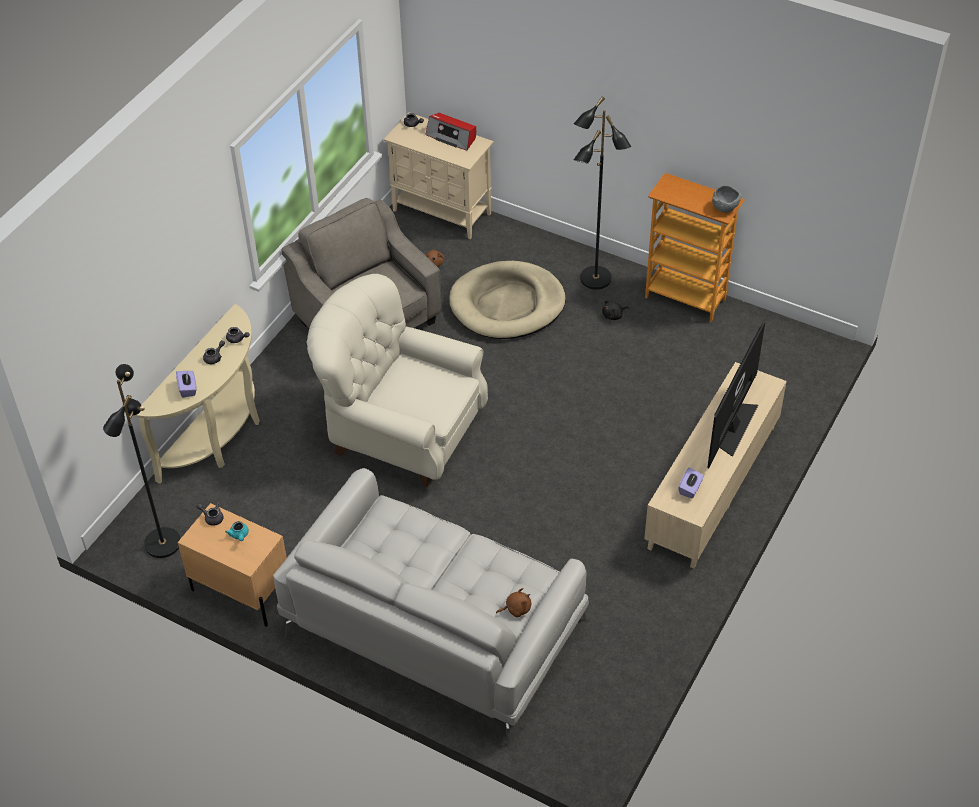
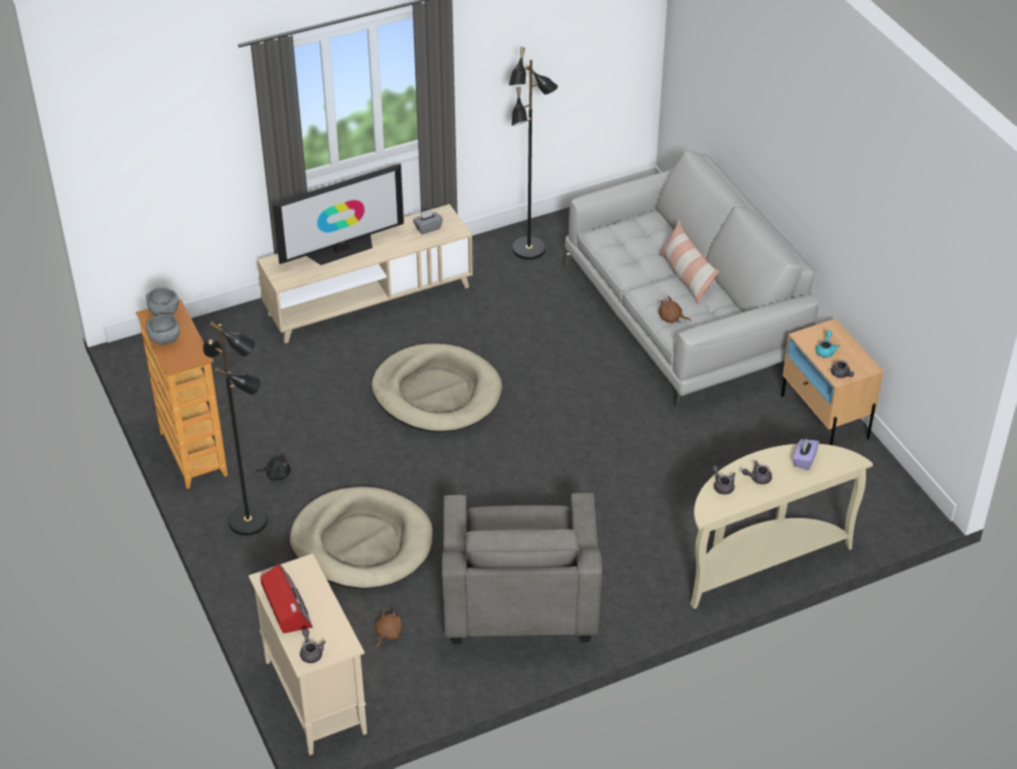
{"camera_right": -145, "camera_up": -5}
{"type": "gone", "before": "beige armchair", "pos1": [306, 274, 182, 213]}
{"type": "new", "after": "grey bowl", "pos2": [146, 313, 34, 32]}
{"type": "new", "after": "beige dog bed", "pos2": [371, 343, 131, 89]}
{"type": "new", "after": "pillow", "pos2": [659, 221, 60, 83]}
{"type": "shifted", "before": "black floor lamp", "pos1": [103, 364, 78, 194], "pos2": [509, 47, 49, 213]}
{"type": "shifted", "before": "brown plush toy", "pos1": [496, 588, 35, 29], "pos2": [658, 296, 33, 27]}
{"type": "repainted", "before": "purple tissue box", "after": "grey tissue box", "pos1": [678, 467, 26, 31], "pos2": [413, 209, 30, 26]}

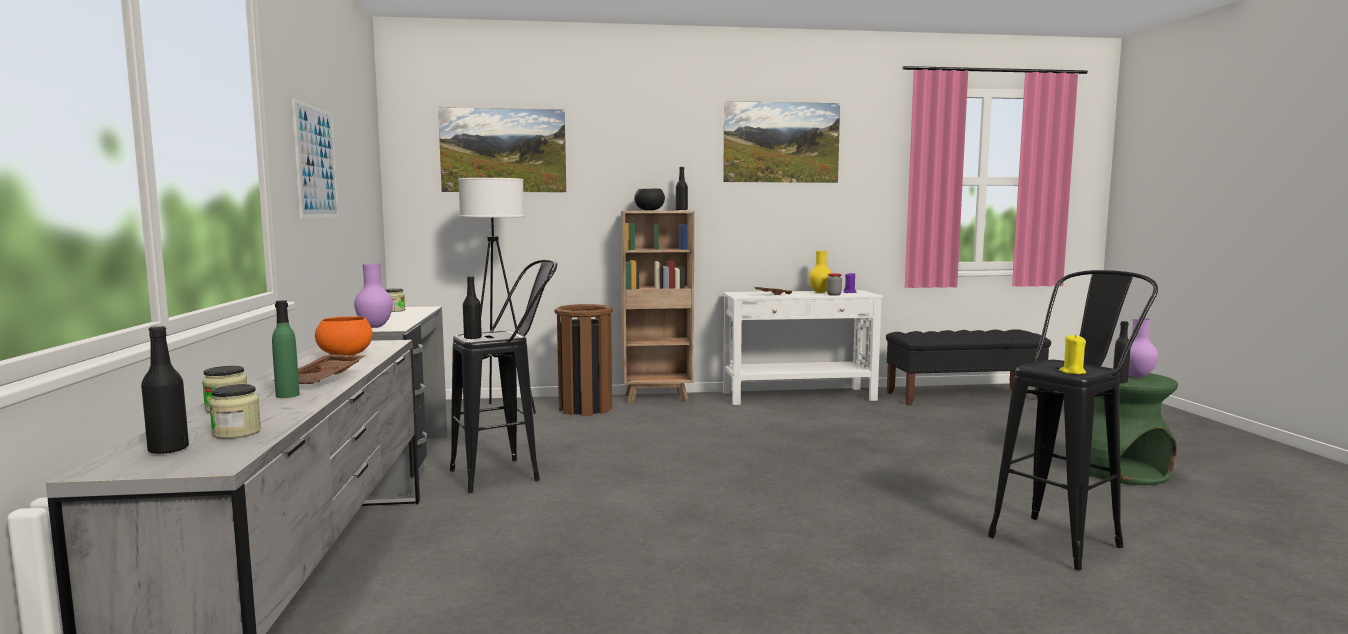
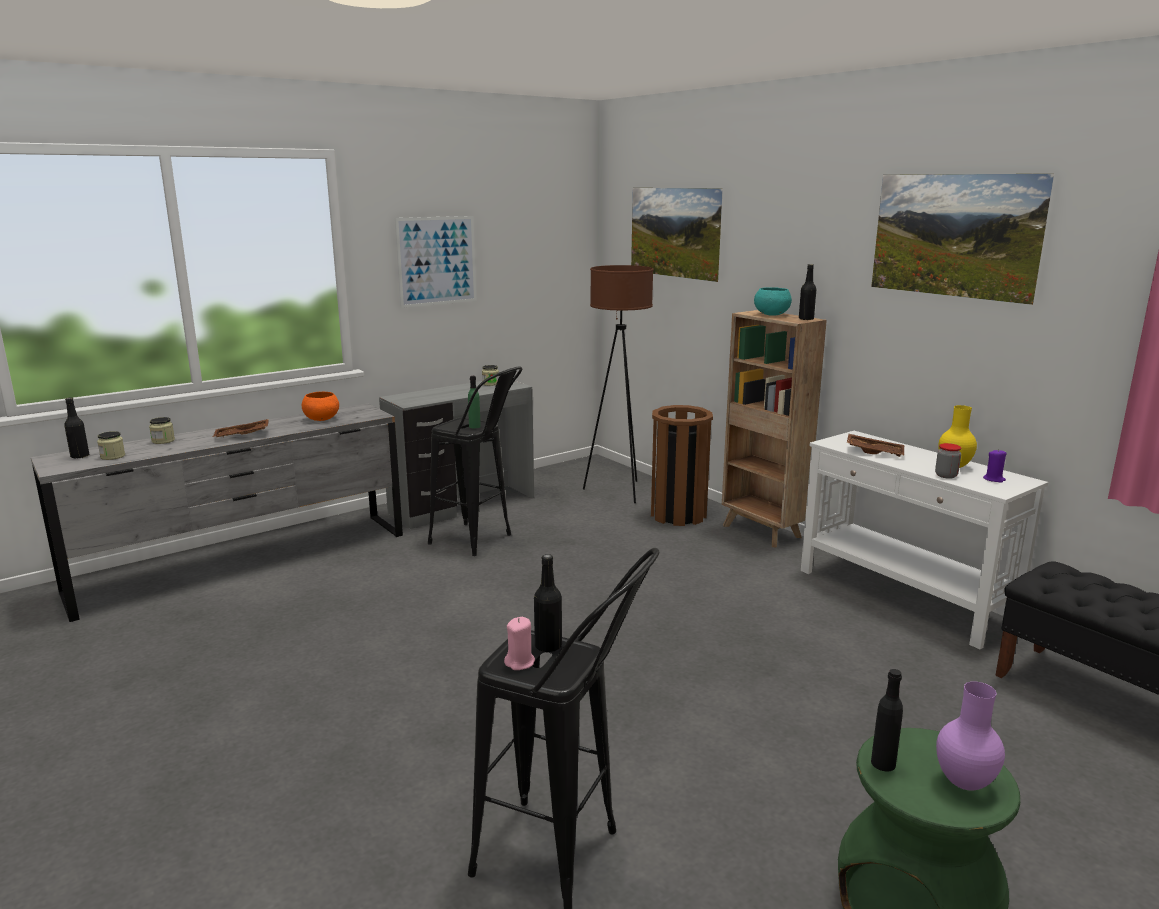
{"camera_right": 60, "camera_up": 10}
{"type": "gone", "before": "purple vase", "pos1": [354, 264, 39, 64]}
{"type": "shifted", "before": "green bottle", "pos1": [272, 300, 28, 98], "pos2": [468, 376, 13, 52]}
{"type": "shifted", "before": "black bottle", "pos1": [463, 276, 19, 63], "pos2": [534, 554, 28, 98]}
{"type": "repainted", "before": "white floor lamp", "after": "brown floor lamp", "pos1": [458, 178, 78, 236], "pos2": [583, 265, 71, 238]}
{"type": "repainted", "before": "black bowl", "after": "turquoise bowl", "pos1": [634, 189, 31, 22], "pos2": [754, 287, 38, 29]}
{"type": "repainted", "before": "yellow candle", "after": "pink candle", "pos1": [1059, 334, 27, 40], "pos2": [504, 617, 31, 53]}

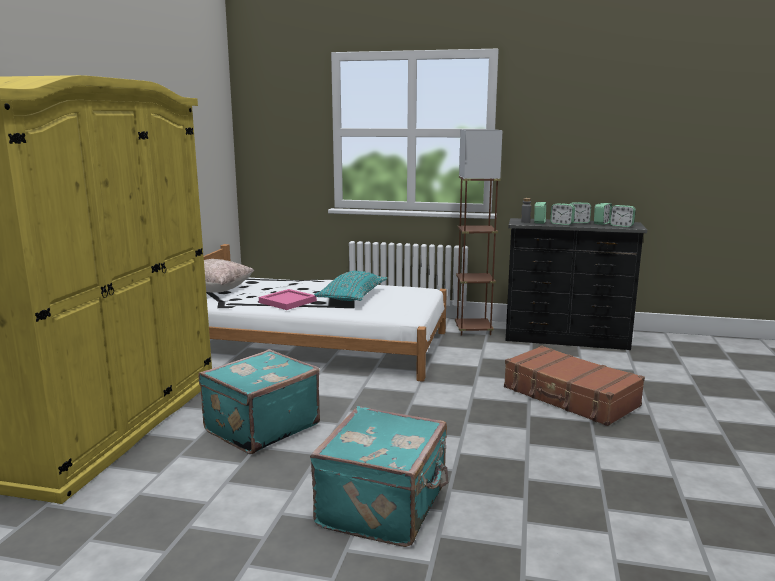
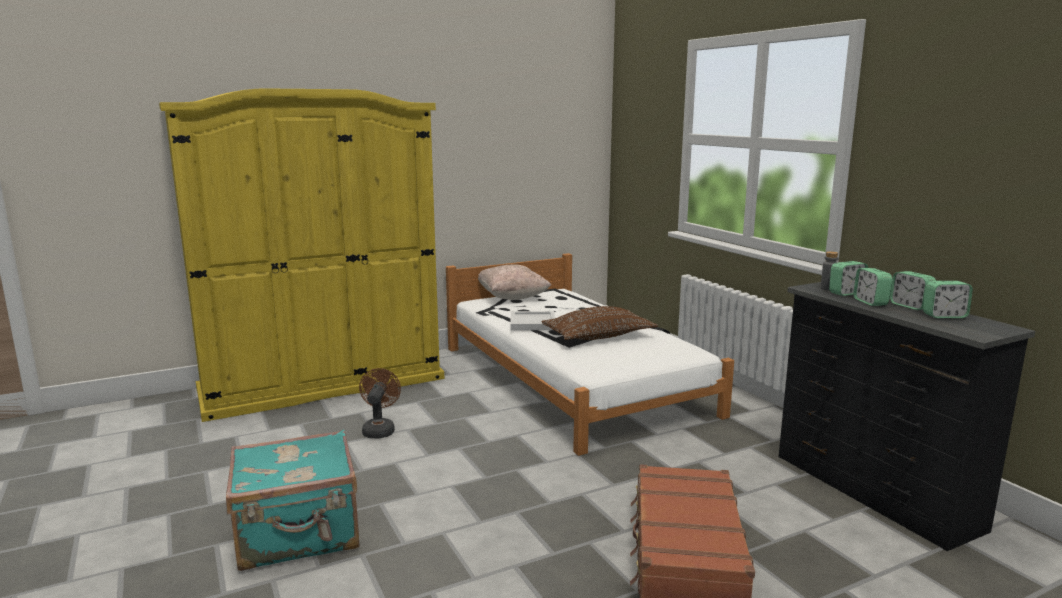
{"camera_right": 50, "camera_up": 0}
{"type": "gone", "before": "brown floor lamp", "pos1": [455, 130, 48, 206]}
{"type": "gone", "before": "alarm clock", "pos1": [610, 205, 26, 22]}
{"type": "swapped", "before": "turquoise suitcase", "after": "brown fan", "pos1": [198, 349, 122, 105], "pos2": [359, 368, 42, 70]}
{"type": "repainted", "before": "pink tray", "after": "white tray", "pos1": [259, 289, 58, 21], "pos2": [510, 311, 45, 20]}
{"type": "repainted", "before": "turquoise pillow", "after": "brown pillow", "pos1": [314, 271, 73, 30], "pos2": [541, 306, 117, 34]}

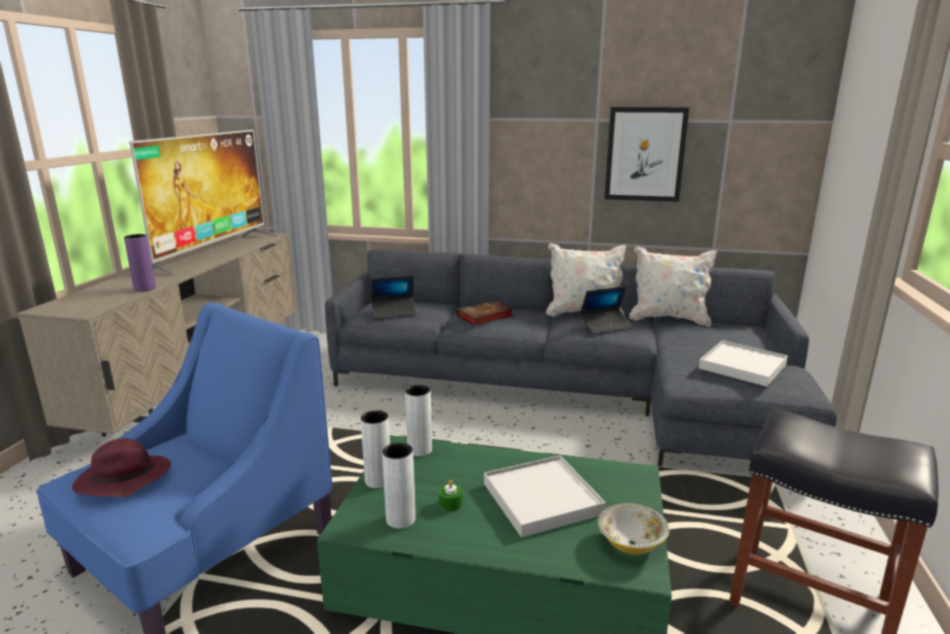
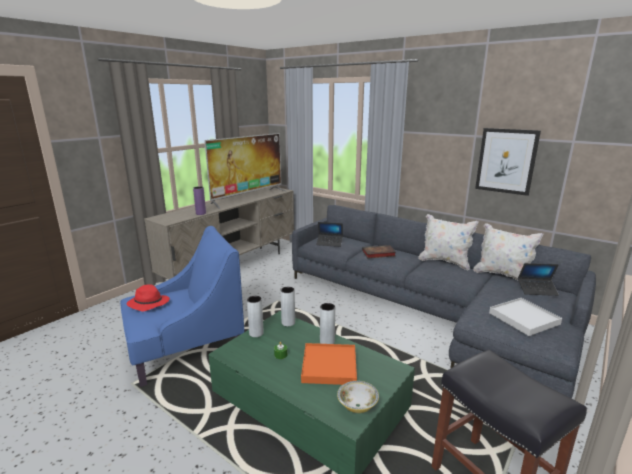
{"camera_right": 25, "camera_up": 0}
{"type": "shifted", "before": "grey vase", "pos1": [382, 443, 34, 86], "pos2": [320, 303, 15, 41]}
{"type": "shifted", "before": "laptop", "pos1": [580, 286, 53, 48], "pos2": [518, 263, 41, 33]}
{"type": "repainted", "before": "purple hat", "after": "red hat", "pos1": [72, 438, 99, 59], "pos2": [127, 284, 43, 27]}
{"type": "repainted", "before": "white tray", "after": "orange tray", "pos1": [484, 455, 122, 82], "pos2": [301, 343, 56, 42]}

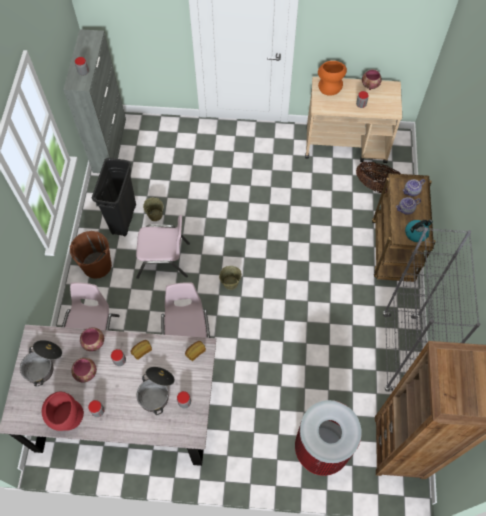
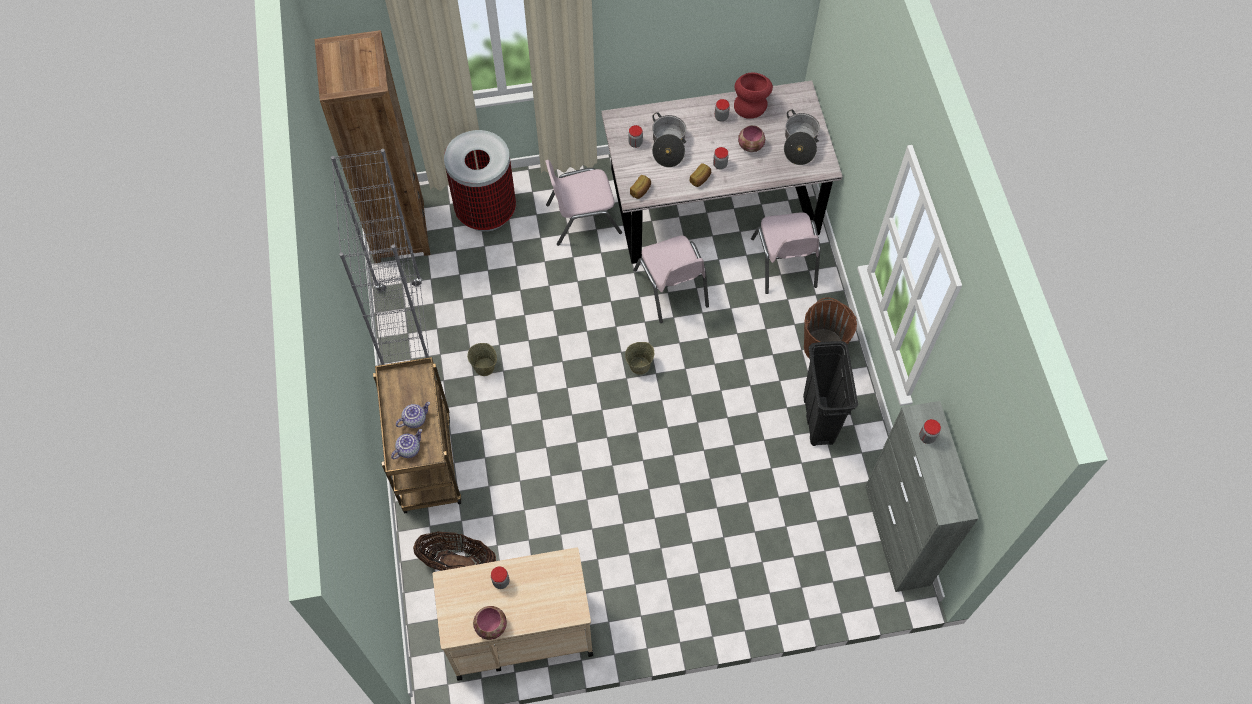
{"camera_right": 165, "camera_up": 0}
{"type": "gone", "before": "bowl", "pos1": [80, 327, 24, 24]}
{"type": "gone", "before": "orange vase", "pos1": [318, 61, 29, 35]}
{"type": "gone", "before": "kettle", "pos1": [405, 219, 28, 23]}
{"type": "shifted", "before": "pink chair", "pos1": [136, 215, 54, 64], "pos2": [545, 160, 77, 86]}
{"type": "shifted", "before": "beige bucket", "pos1": [143, 198, 21, 23], "pos2": [467, 343, 30, 33]}

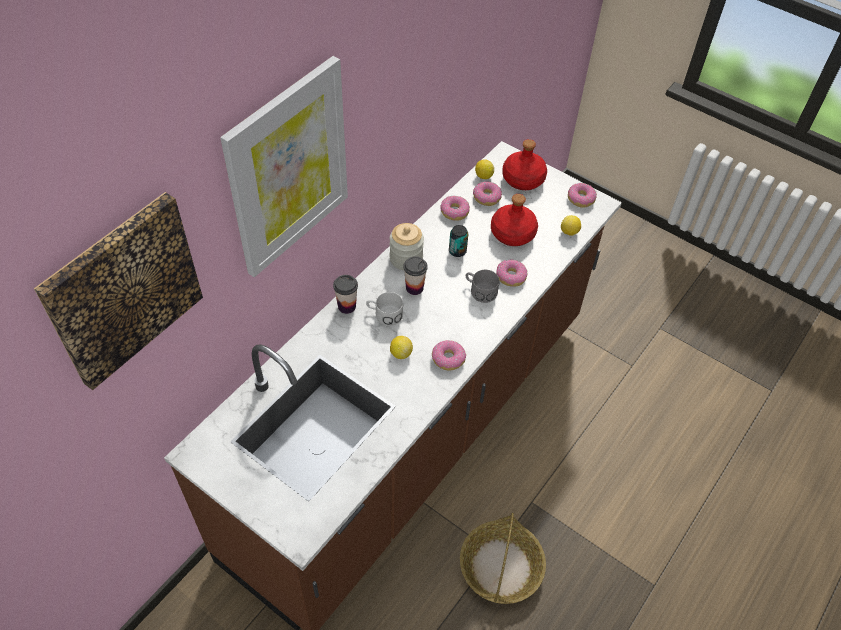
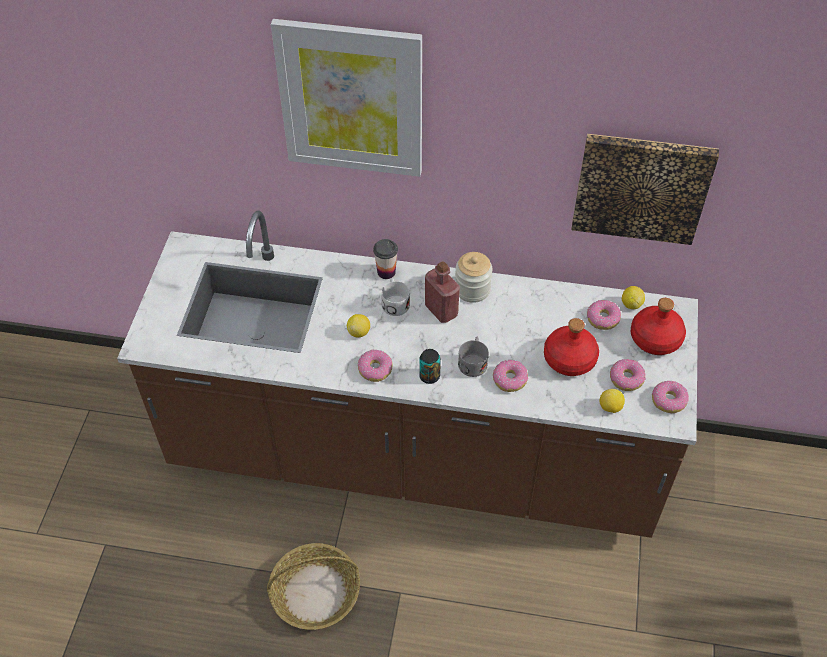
{"camera_right": 65, "camera_up": 0}
{"type": "shifted", "before": "picture", "pos1": [34, 192, 169, 198], "pos2": [571, 134, 148, 111]}
{"type": "shifted", "before": "donut", "pos1": [440, 196, 30, 24], "pos2": [610, 359, 36, 32]}
{"type": "shifted", "before": "can", "pos1": [449, 225, 19, 32], "pos2": [419, 349, 22, 35]}
{"type": "swapped", "before": "cup", "after": "red bottle", "pos1": [403, 256, 25, 39], "pos2": [425, 261, 35, 62]}

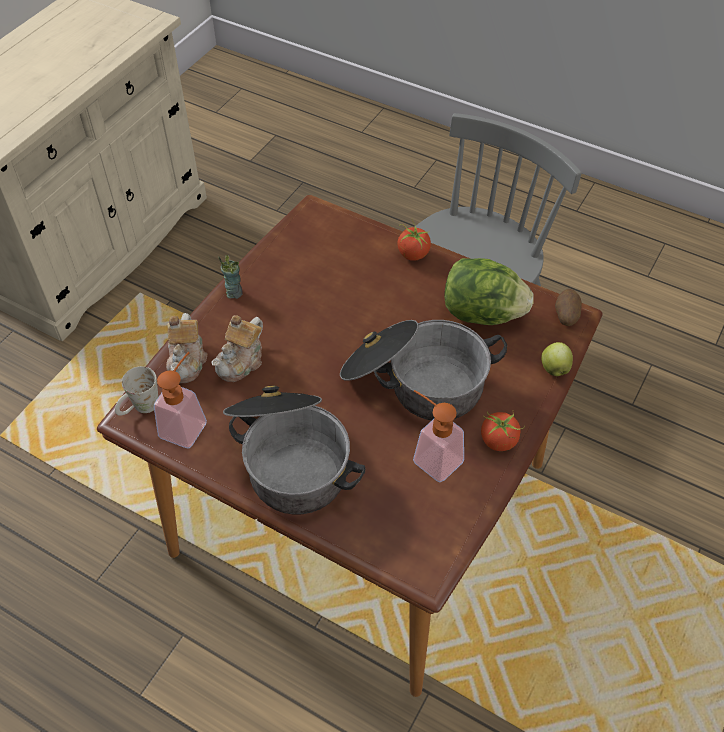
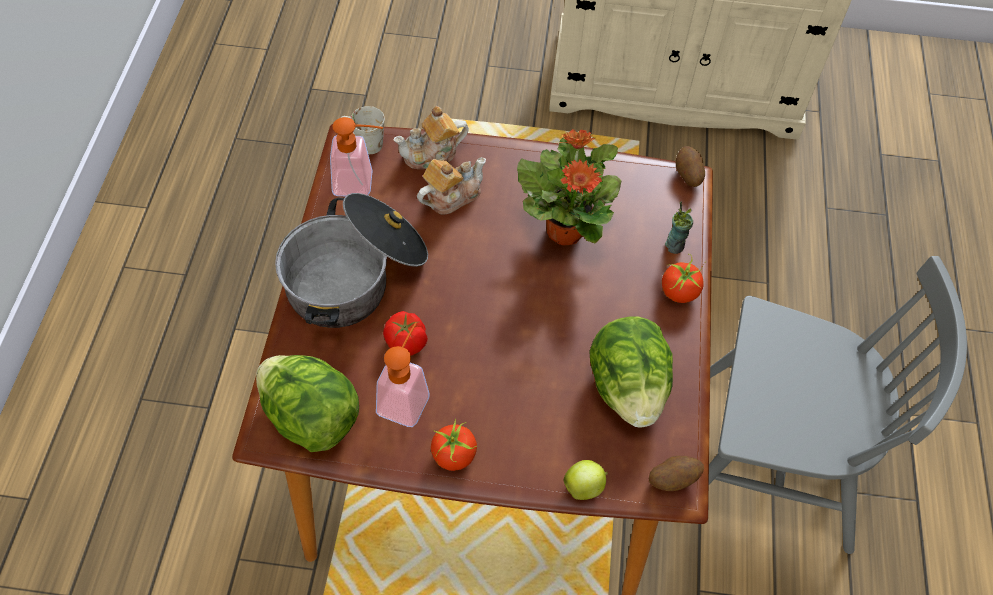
{"camera_right": 65, "camera_up": 5}
{"type": "gone", "before": "cooking pot", "pos1": [340, 320, 167, 100]}
{"type": "new", "after": "lettuce", "pos2": [256, 355, 103, 97]}
{"type": "new", "after": "tomato", "pos2": [383, 311, 45, 45]}
{"type": "new", "after": "potted plant", "pos2": [517, 129, 104, 116]}
{"type": "new", "after": "potato", "pos2": [676, 146, 29, 41]}
{"type": "shifted", "before": "cup", "pos1": [218, 255, 25, 44], "pos2": [665, 202, 28, 52]}
{"type": "rotated", "before": "teapot", "pos1": [211, 315, 52, 67], "pos2": [417, 157, 69, 57], "turn": 135}

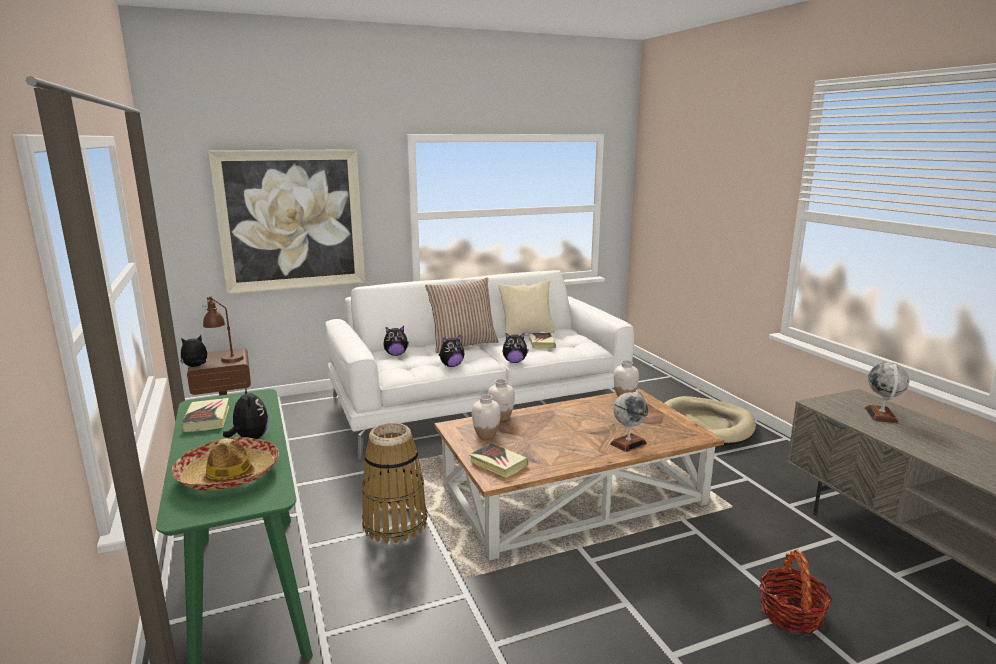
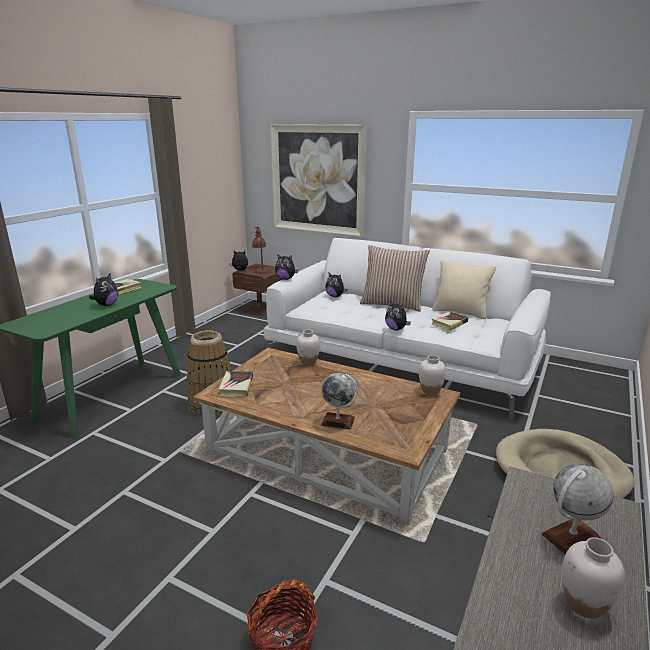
{"camera_right": 50, "camera_up": 5}
{"type": "gone", "before": "hat", "pos1": [172, 437, 107, 54]}
{"type": "shifted", "before": "plush toy", "pos1": [439, 334, 25, 33], "pos2": [275, 254, 23, 26]}
{"type": "shifted", "before": "white vase", "pos1": [472, 394, 29, 45], "pos2": [562, 537, 63, 82]}

